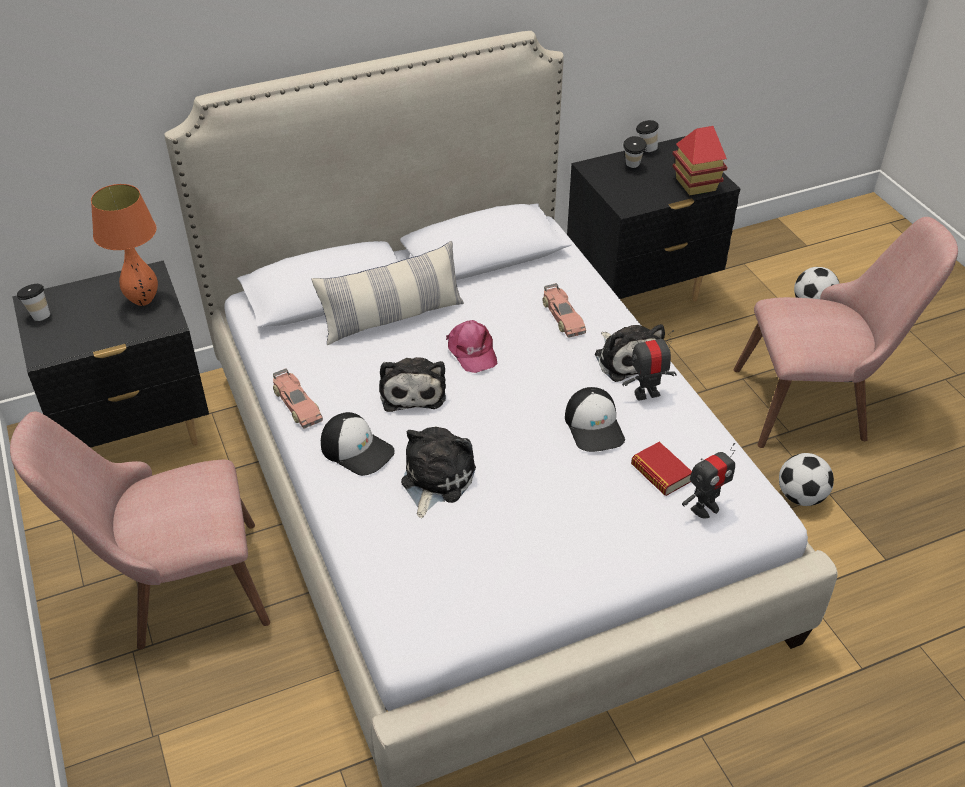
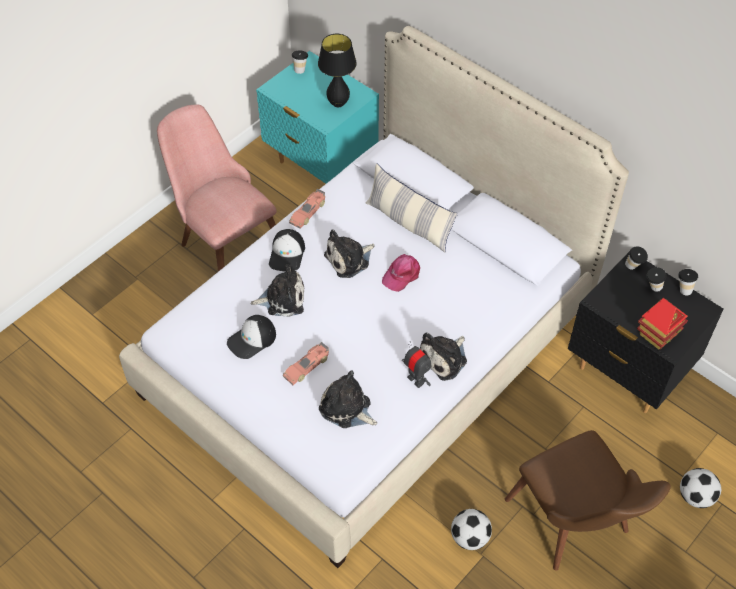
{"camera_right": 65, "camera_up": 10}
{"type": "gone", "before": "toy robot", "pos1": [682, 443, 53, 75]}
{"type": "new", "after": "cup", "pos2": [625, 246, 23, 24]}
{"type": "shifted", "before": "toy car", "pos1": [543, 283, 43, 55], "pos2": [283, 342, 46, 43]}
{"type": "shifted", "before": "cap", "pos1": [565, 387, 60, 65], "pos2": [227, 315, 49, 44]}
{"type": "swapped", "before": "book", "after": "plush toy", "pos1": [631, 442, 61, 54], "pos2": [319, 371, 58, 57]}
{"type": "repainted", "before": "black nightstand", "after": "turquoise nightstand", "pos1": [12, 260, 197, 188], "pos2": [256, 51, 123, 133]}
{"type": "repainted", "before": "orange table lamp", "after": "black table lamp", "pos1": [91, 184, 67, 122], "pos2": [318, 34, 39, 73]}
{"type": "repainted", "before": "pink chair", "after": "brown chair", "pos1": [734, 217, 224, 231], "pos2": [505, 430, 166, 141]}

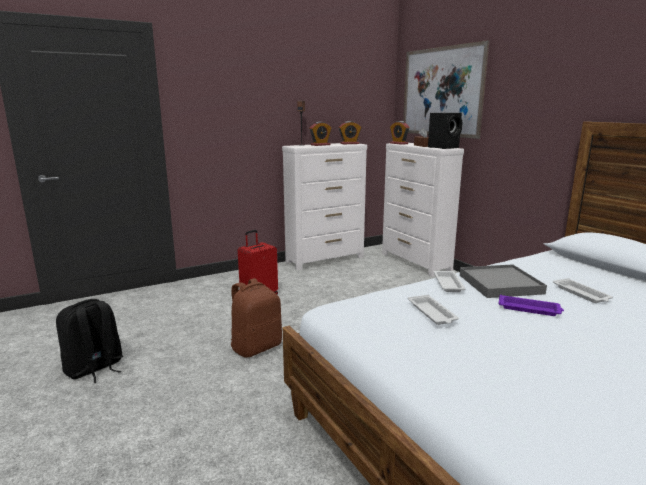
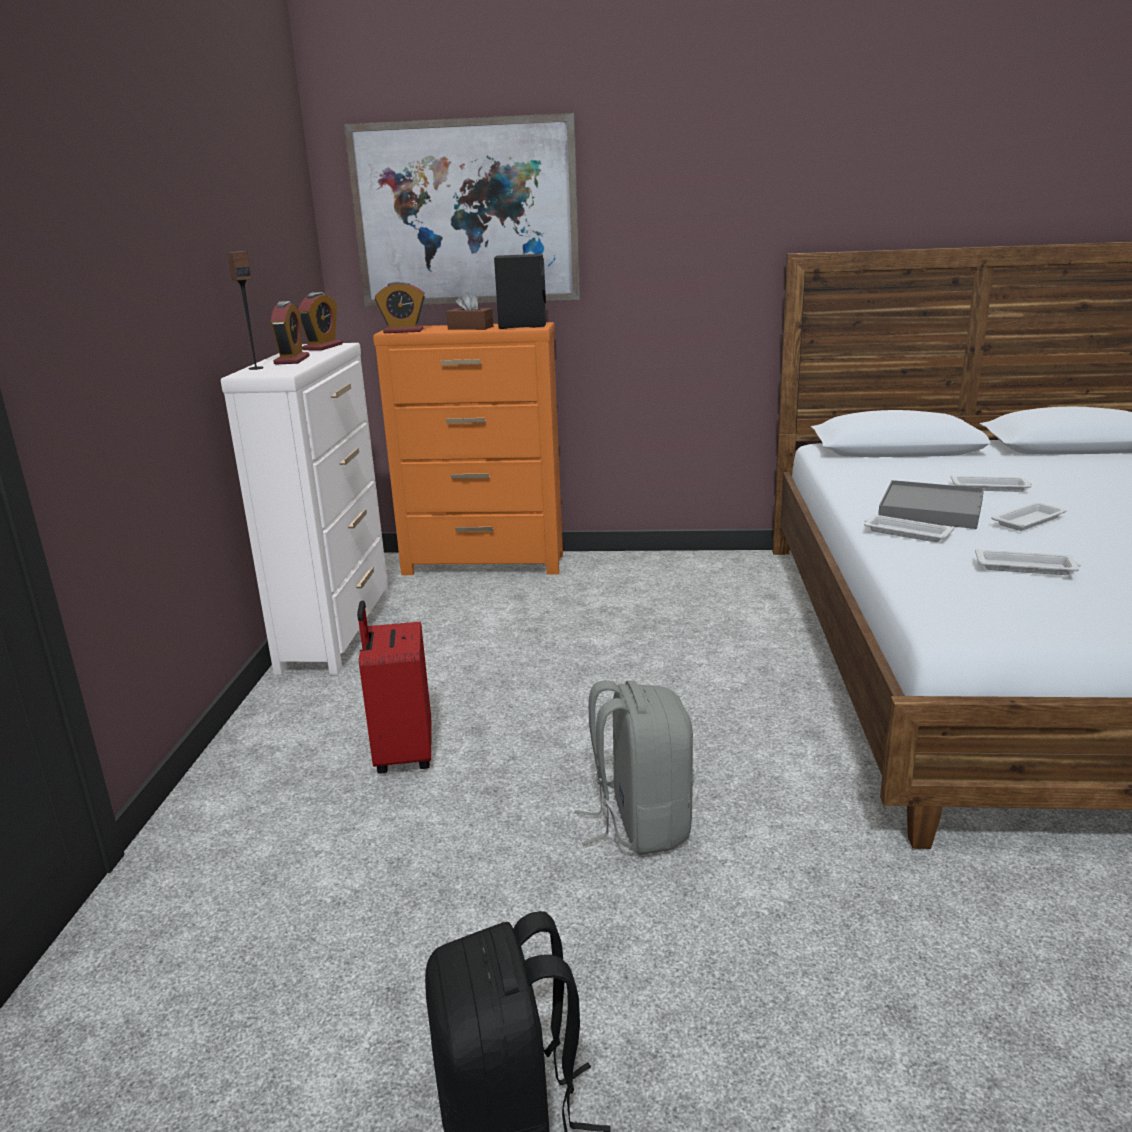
{"camera_right": -55, "camera_up": 5}
{"type": "repainted", "before": "brown backpack", "after": "grey backpack", "pos1": [231, 278, 51, 80], "pos2": [574, 680, 120, 175]}
{"type": "repainted", "before": "white dresser", "after": "orange dresser", "pos1": [382, 143, 82, 134], "pos2": [373, 322, 190, 253]}
{"type": "repainted", "before": "purple tray", "after": "white tray", "pos1": [499, 294, 65, 22], "pos2": [992, 502, 75, 29]}

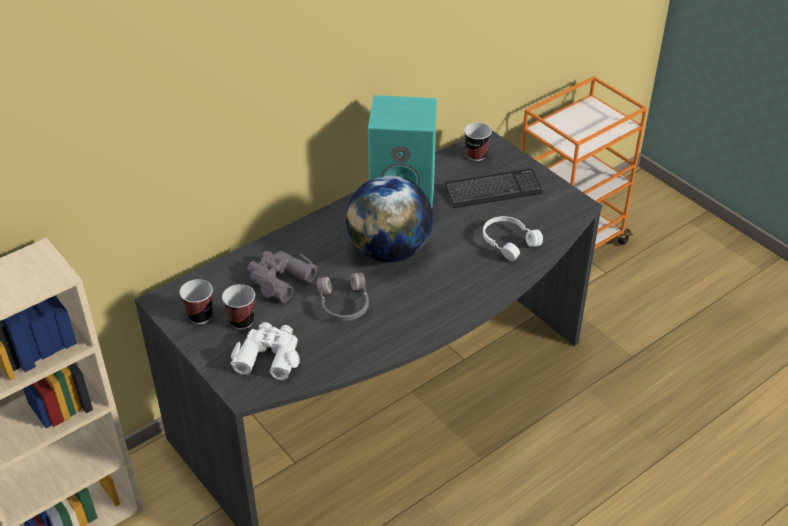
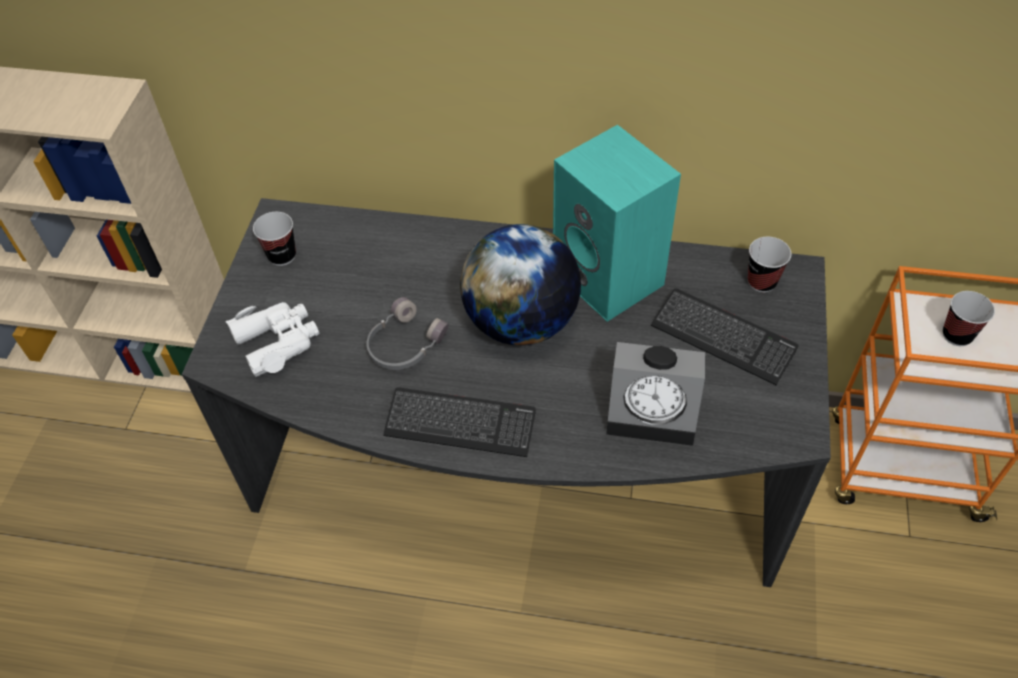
{"camera_right": 50, "camera_up": 10}
{"type": "gone", "before": "grey binoculars", "pos1": [247, 251, 71, 51]}
{"type": "new", "after": "keyboard", "pos2": [383, 387, 153, 70]}
{"type": "shifted", "before": "cup", "pos1": [222, 284, 33, 45], "pos2": [943, 291, 52, 55]}
{"type": "swapped", "before": "white headphones", "after": "alarm clock", "pos1": [483, 216, 60, 45], "pos2": [606, 342, 99, 104]}

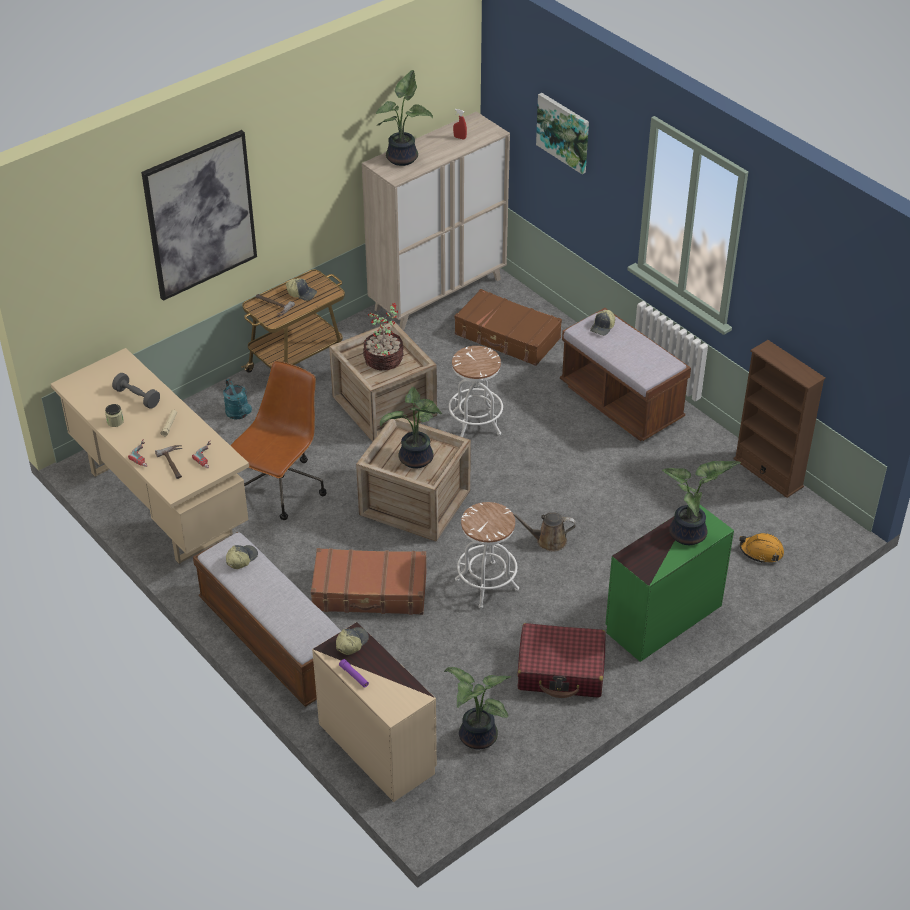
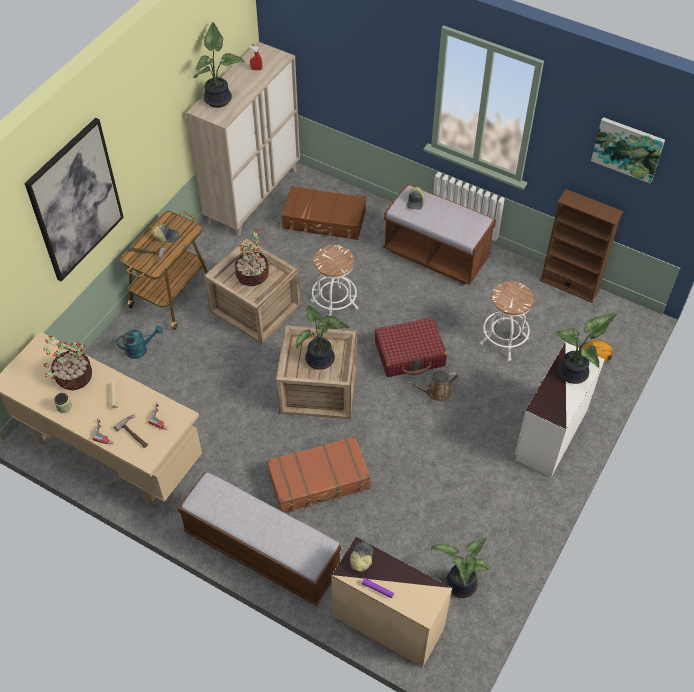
{"camera_right": -20, "camera_up": 10}
{"type": "gone", "before": "cap", "pos1": [226, 545, 32, 24]}
{"type": "gone", "before": "brown office chair", "pos1": [230, 361, 97, 159]}
{"type": "shifted", "before": "white stool", "pos1": [455, 502, 64, 106], "pos2": [480, 281, 54, 80]}
{"type": "shifted", "before": "red suitcase", "pos1": [517, 623, 89, 75], "pos2": [375, 318, 72, 59]}
{"type": "shifted", "before": "picture", "pos1": [536, 93, 53, 81], "pos2": [591, 117, 74, 66]}
{"type": "swapped", "before": "grey dumbbell", "after": "potted plant", "pos1": [112, 373, 48, 36], "pos2": [43, 336, 49, 54]}
{"type": "repainted", "before": "green dresser", "after": "white dresser", "pos1": [605, 505, 129, 157], "pos2": [515, 342, 90, 135]}
{"type": "rotated", "before": "turquoise watering can", "pos1": [223, 379, 29, 40], "pos2": [117, 325, 46, 34], "turn": -60}

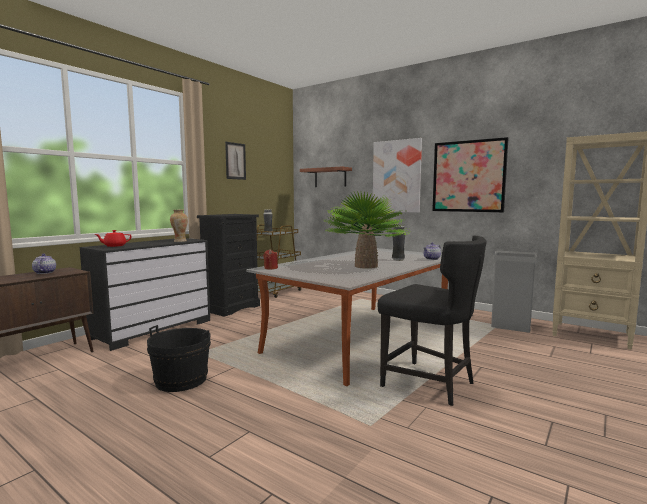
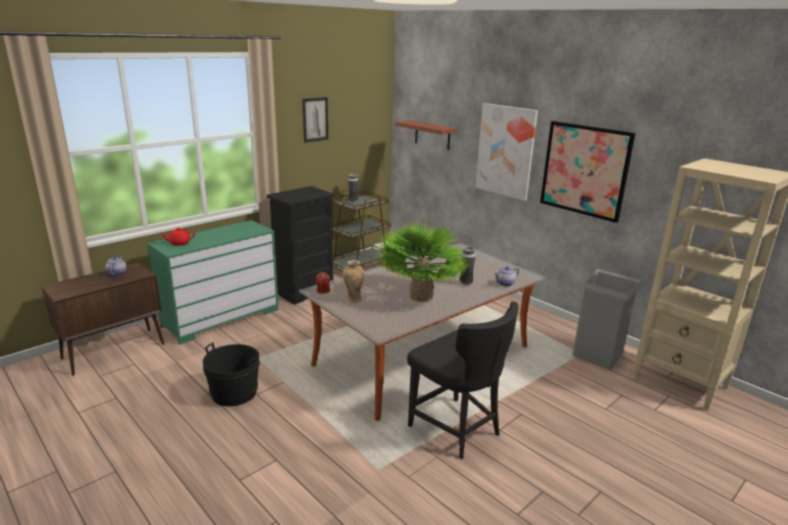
{"camera_right": 10, "camera_up": 15}
{"type": "shifted", "before": "vase", "pos1": [170, 209, 18, 33], "pos2": [343, 260, 21, 43]}
{"type": "repainted", "before": "black dresser", "after": "green dresser", "pos1": [80, 238, 130, 113], "pos2": [147, 220, 131, 125]}

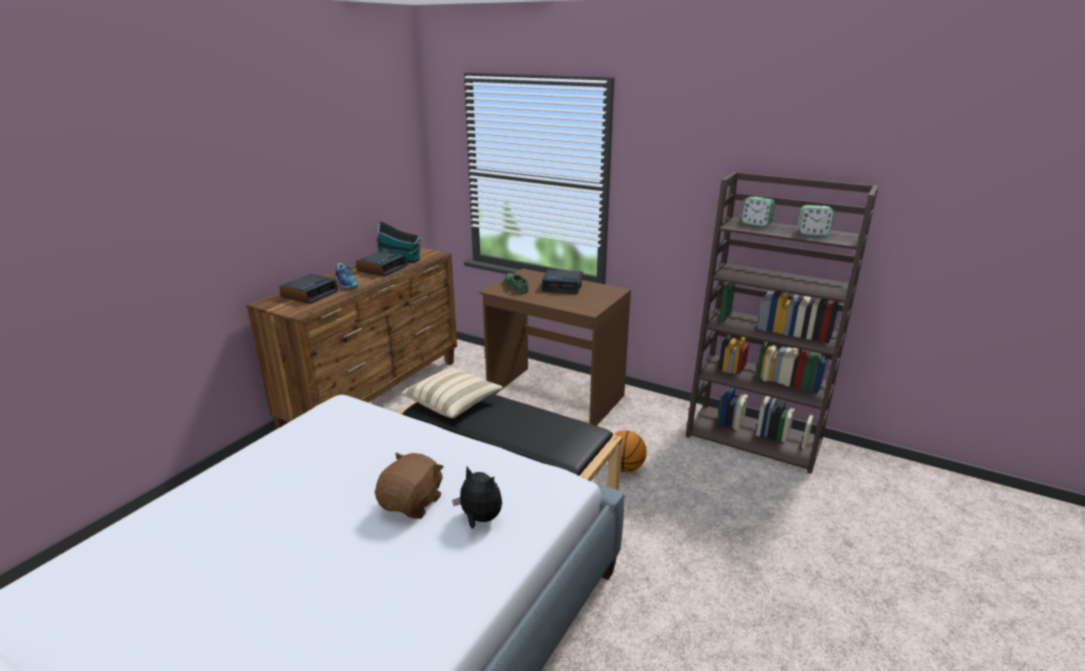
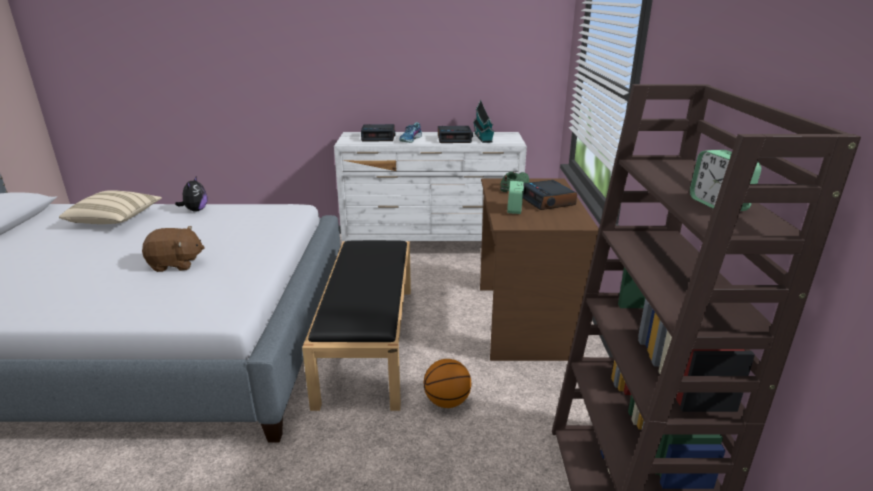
{"camera_right": 60, "camera_up": 0}
{"type": "shifted", "before": "beige pillow", "pos1": [401, 366, 102, 52], "pos2": [59, 190, 103, 34]}
{"type": "shifted", "before": "plush toy", "pos1": [452, 466, 50, 63], "pos2": [175, 177, 32, 35]}
{"type": "shifted", "before": "alarm clock", "pos1": [741, 196, 34, 31], "pos2": [507, 181, 17, 33]}
{"type": "repainted", "before": "brown dresser", "after": "white dresser", "pos1": [247, 248, 210, 181], "pos2": [334, 132, 193, 109]}

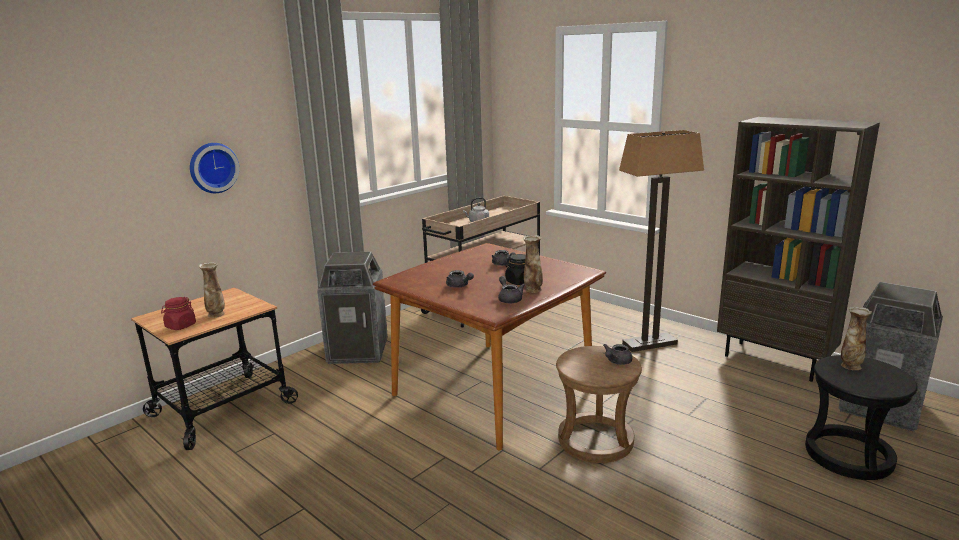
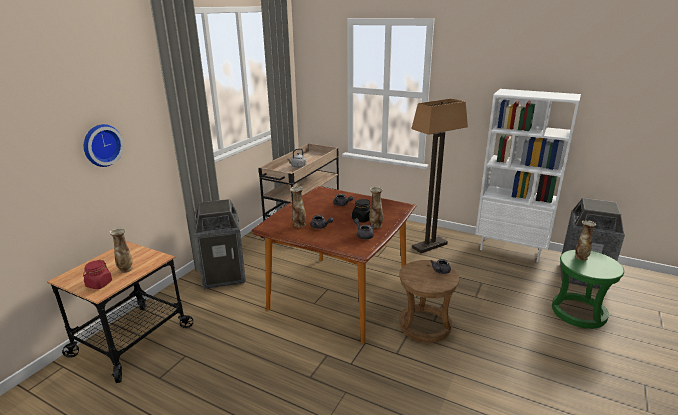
{"camera_right": -15, "camera_up": 5}
{"type": "new", "after": "vase", "pos2": [290, 186, 16, 42]}
{"type": "repainted", "before": "brown bookcase", "after": "white bookcase", "pos1": [717, 117, 163, 265], "pos2": [475, 89, 106, 174]}
{"type": "repainted", "before": "black stool", "after": "green stool", "pos1": [805, 355, 113, 125], "pos2": [552, 250, 72, 79]}

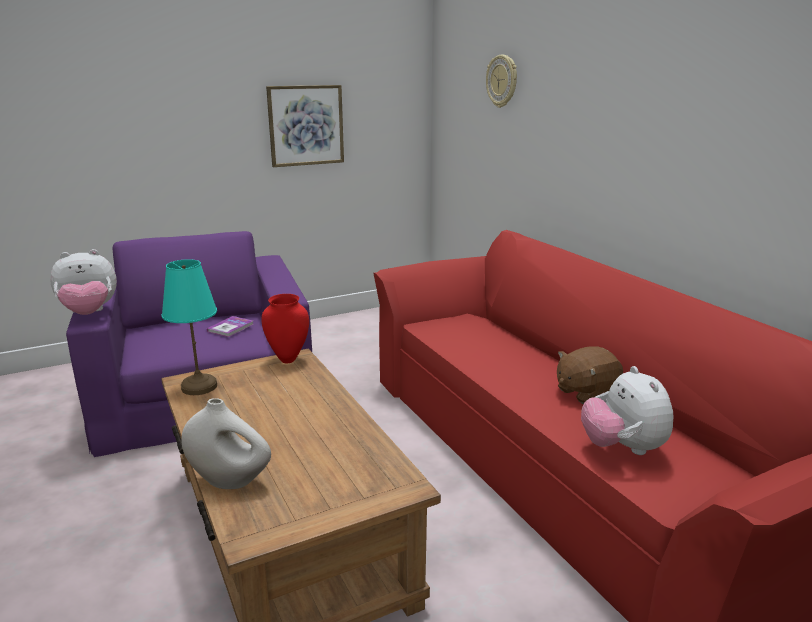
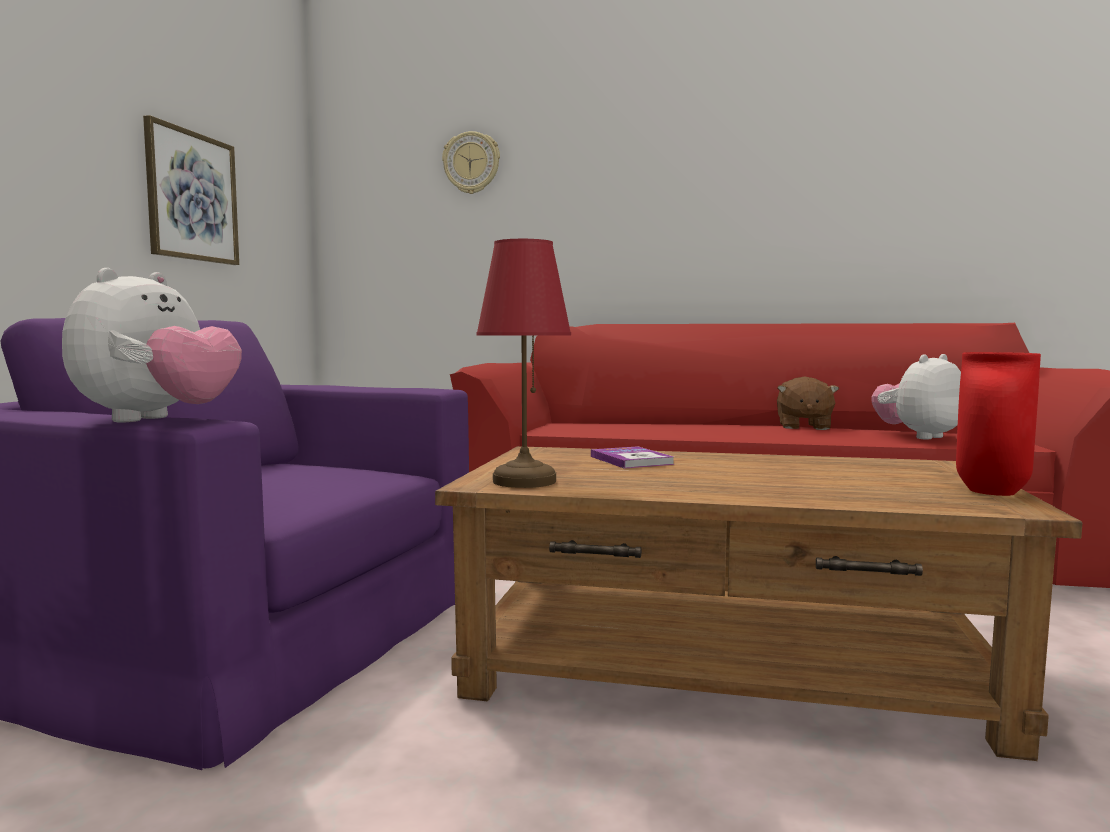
{"camera_right": -50, "camera_up": -15}
{"type": "gone", "before": "white vase", "pos1": [182, 398, 89, 91]}
{"type": "shifted", "before": "book", "pos1": [207, 316, 46, 21], "pos2": [591, 446, 83, 23]}
{"type": "shifted", "before": "red vase", "pos1": [262, 294, 47, 69], "pos2": [956, 352, 85, 144]}
{"type": "repainted", "before": "turquoise table lamp", "after": "red table lamp", "pos1": [162, 259, 55, 136], "pos2": [476, 239, 95, 249]}
{"type": "rotated", "before": "plush toy", "pos1": [581, 366, 93, 89], "pos2": [871, 354, 90, 86], "turn": 120}

